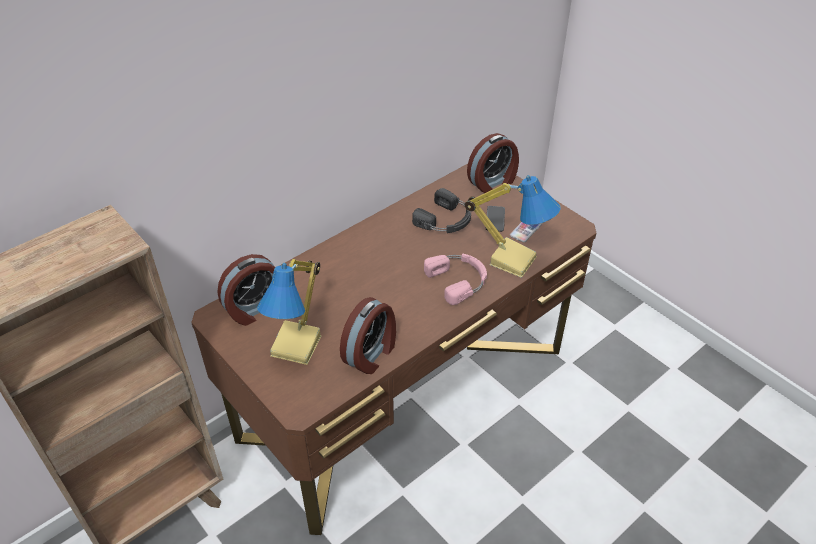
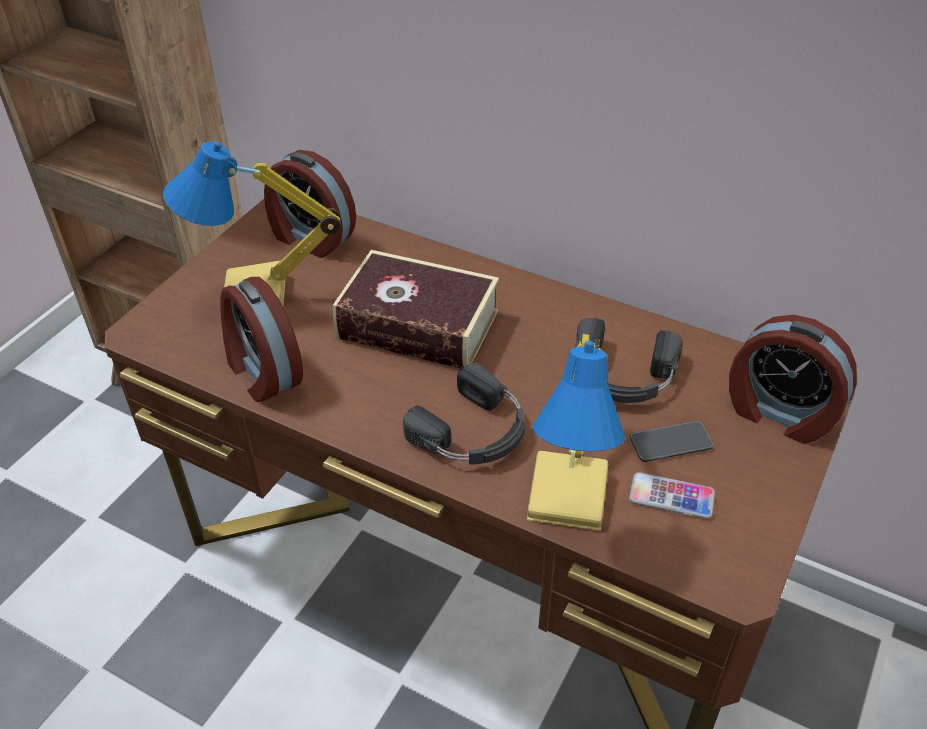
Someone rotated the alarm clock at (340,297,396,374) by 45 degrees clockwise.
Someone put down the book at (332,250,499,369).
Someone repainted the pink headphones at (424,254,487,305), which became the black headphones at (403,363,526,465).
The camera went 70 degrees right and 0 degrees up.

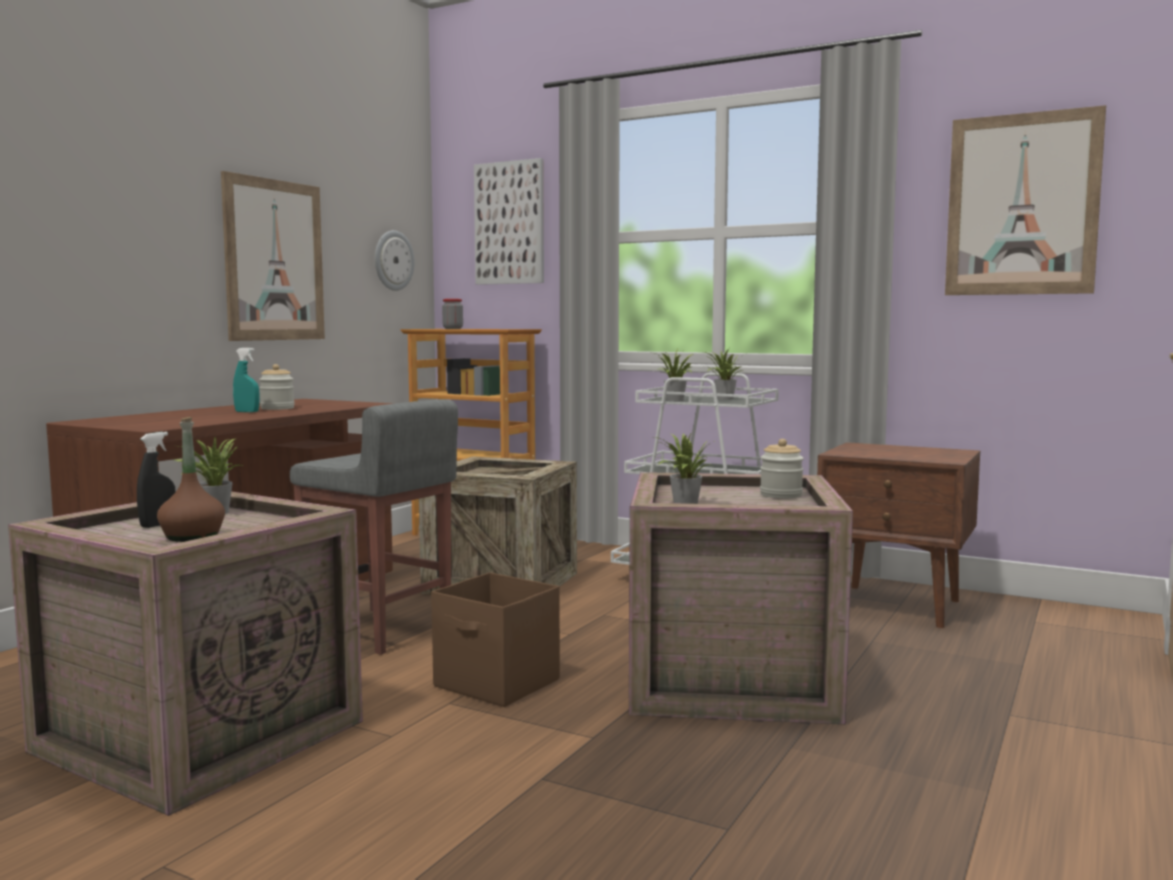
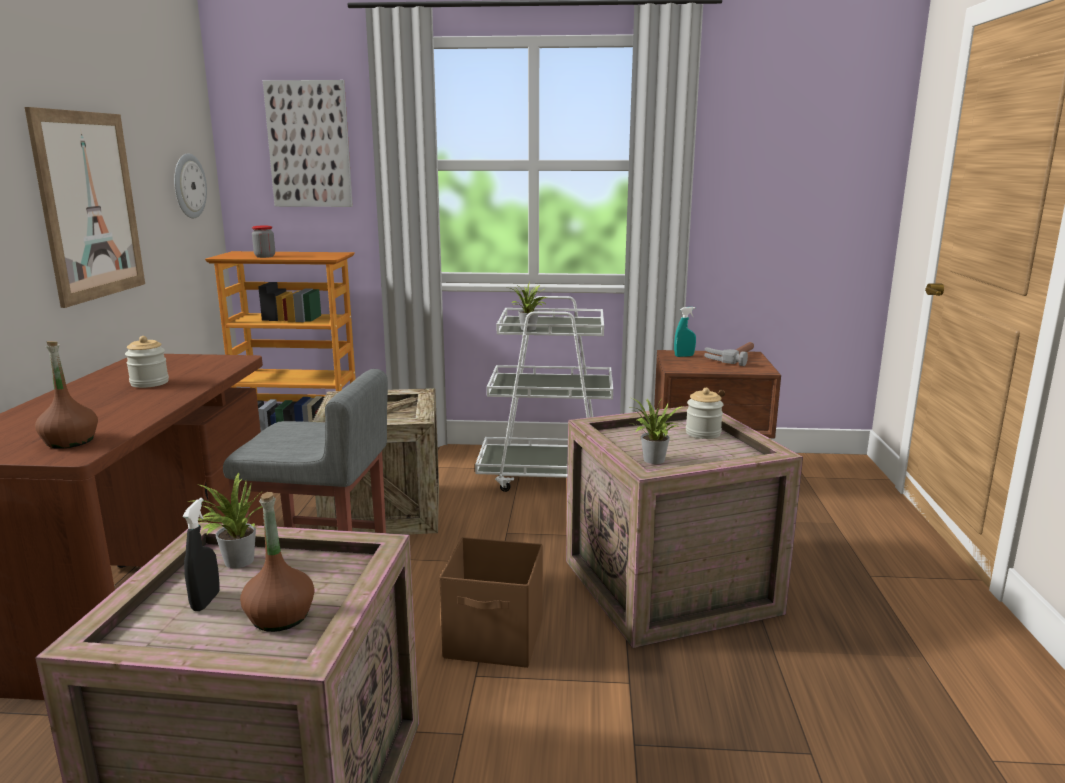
Someone put down the brown bottle at (35,341,98,449).
Someone carried the turquoise spray bottle from (233,348,260,412) to (674,307,696,357).
Someone put down the hammer at (704,342,754,366).
Someone took away the potted plant at (703,349,744,400).
Someone took away the picture at (945,105,1106,295).
The camera went 25 degrees left and 10 degrees up.

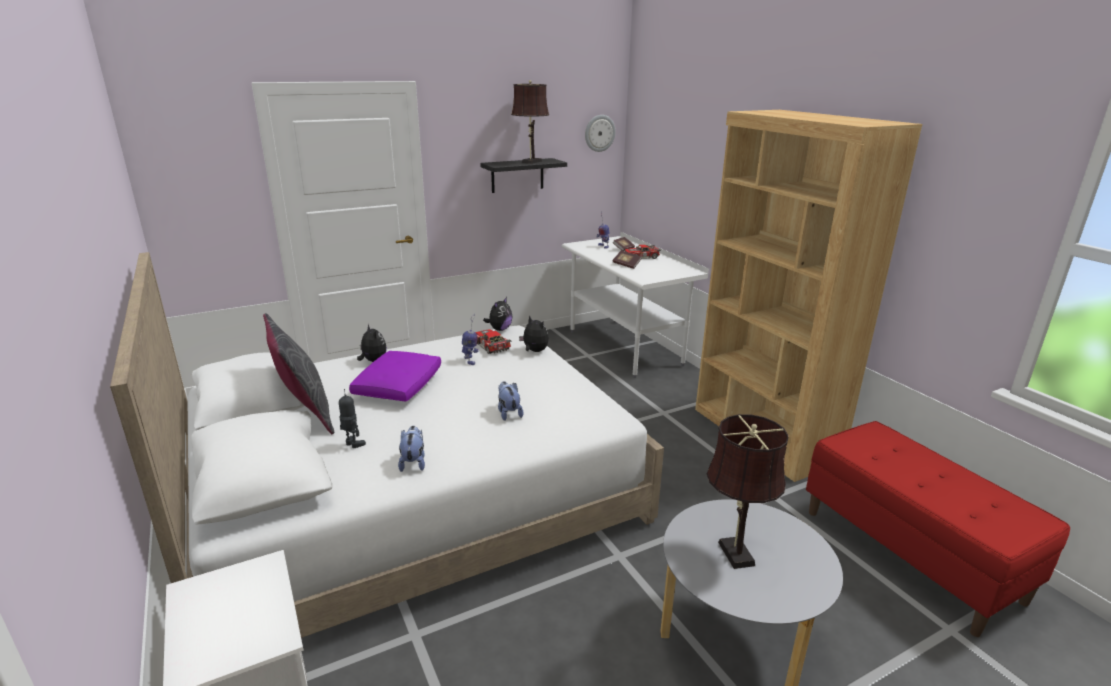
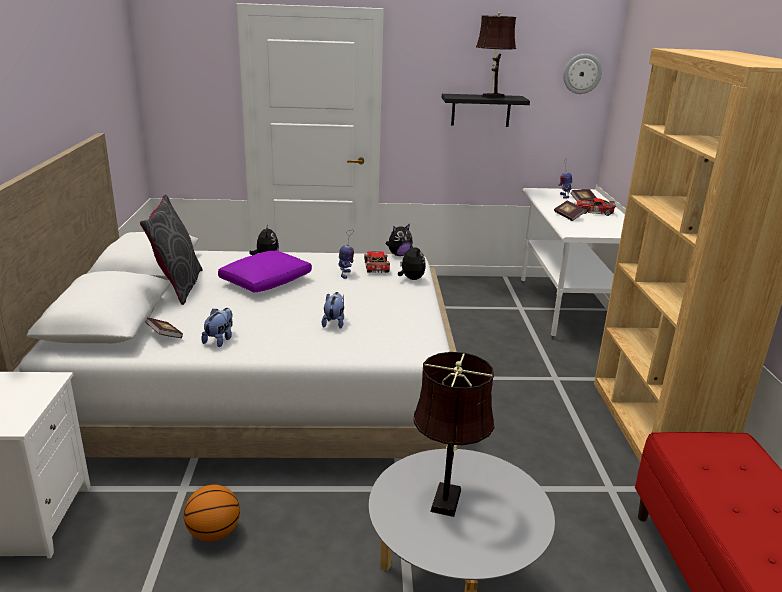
Someone put down the book at (145,317,183,338).
Someone put down the basketball at (184,485,240,542).
Someone took away the toy robot at (339,389,366,448).
The camera went 25 degrees right and 0 degrees up.

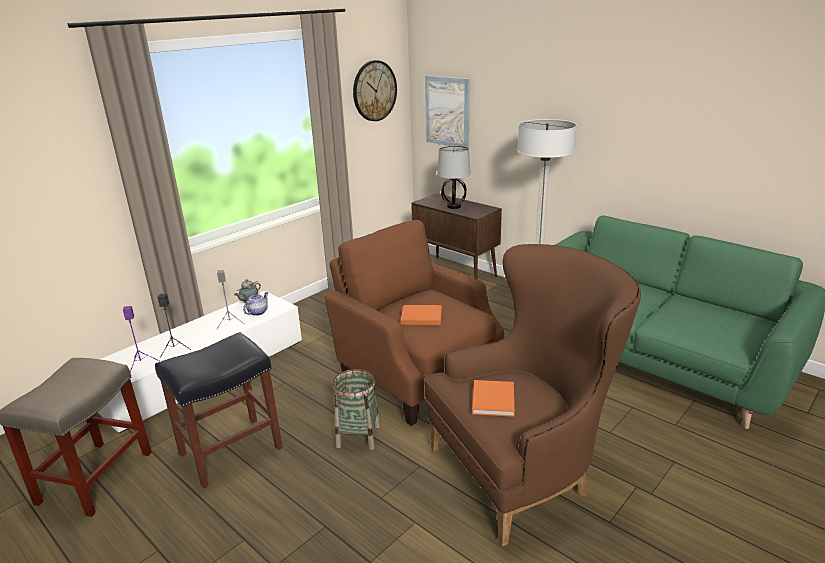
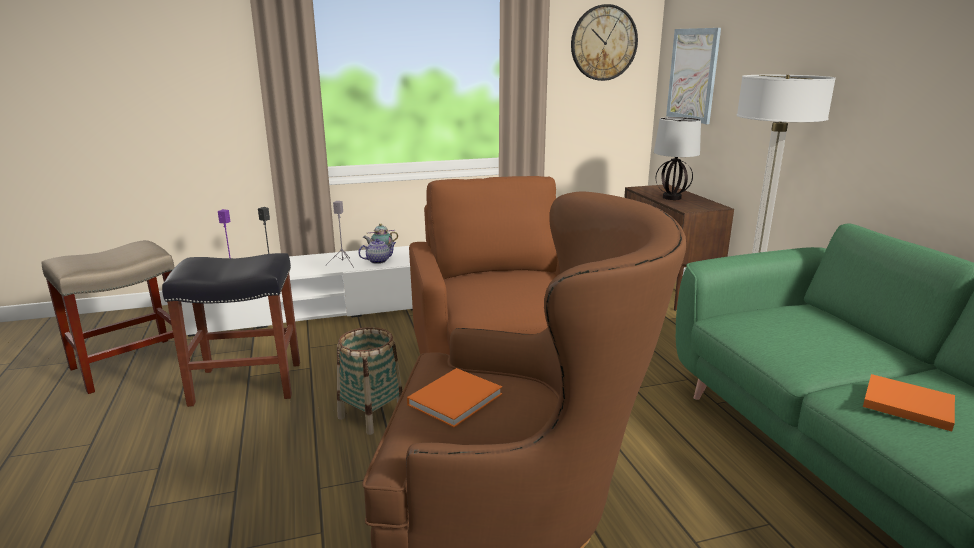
Someone carried the orange book from (401,305,442,325) to (863,374,955,432).
The camera went 30 degrees right and 5 degrees down.

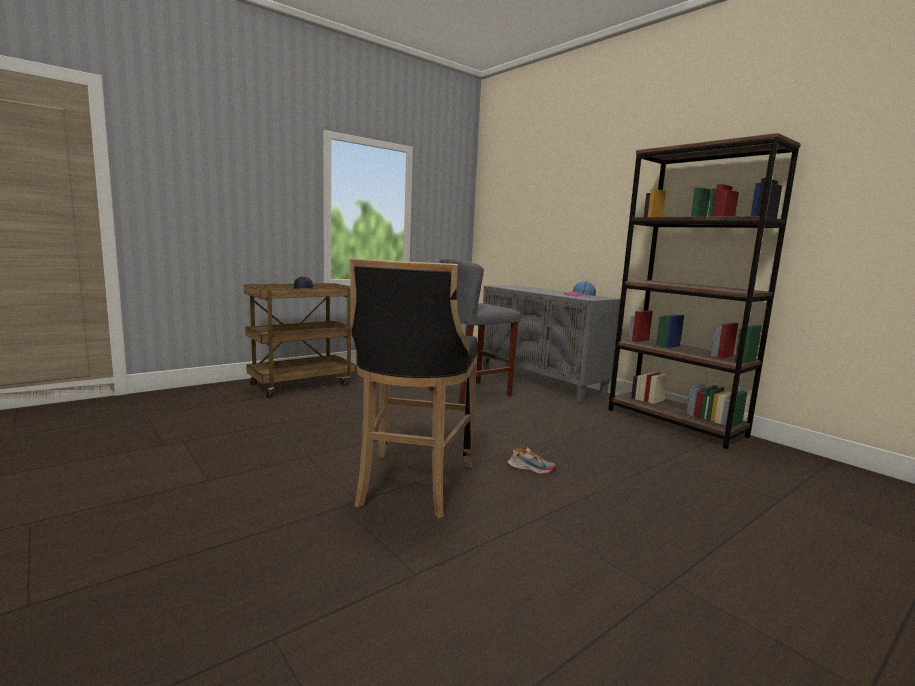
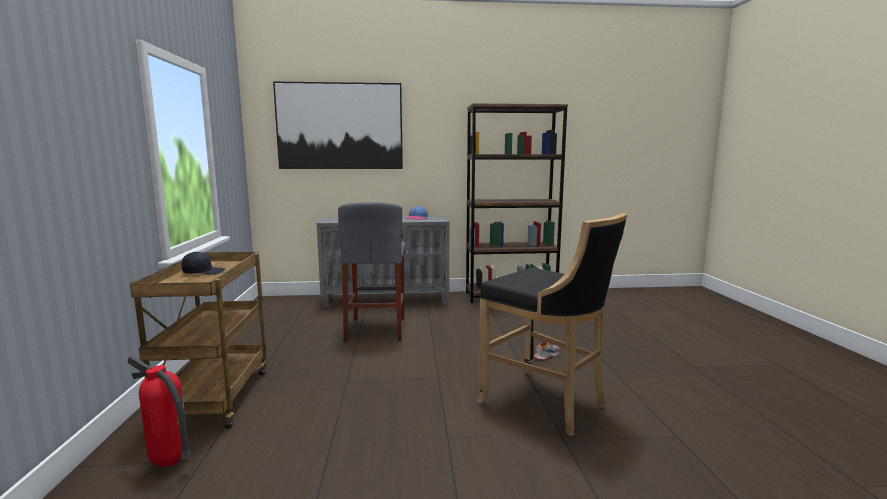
Someone put down the fire extinguisher at (127,356,192,467).
Someone put up the picture at (273,81,403,169).
The camera went 55 degrees left and 0 degrees up.

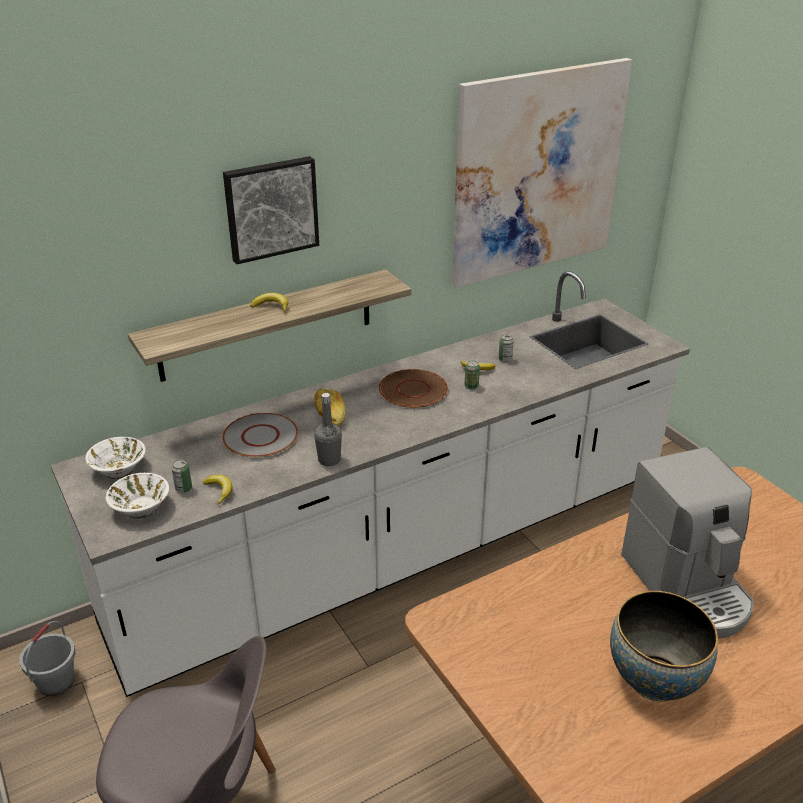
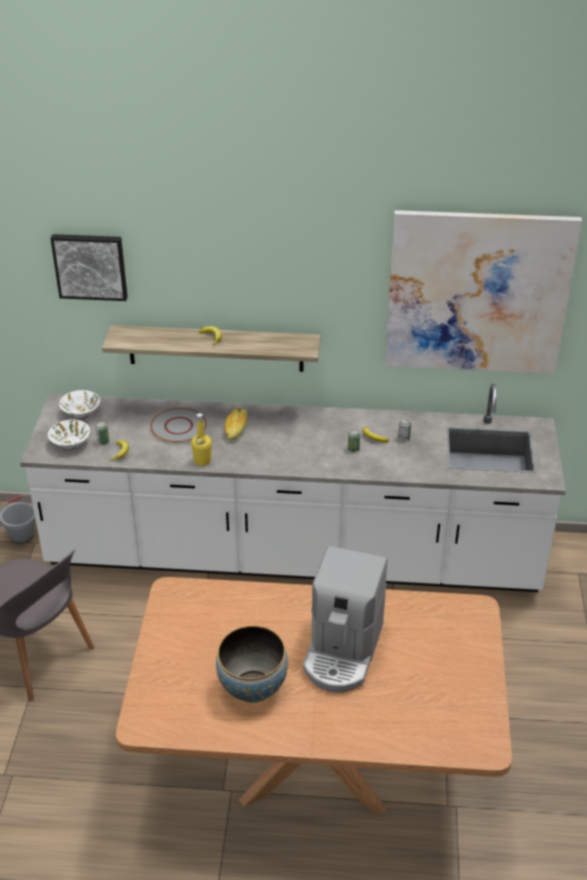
Someone carried the picture from (223,156,319,264) to (50,234,128,301).
Someone repainted the grey bottle at (314,393,342,466), which became the yellow bottle at (191,413,212,466).
Someone took away the brown plate at (378,369,448,408).
The camera went 35 degrees right and 5 degrees up.

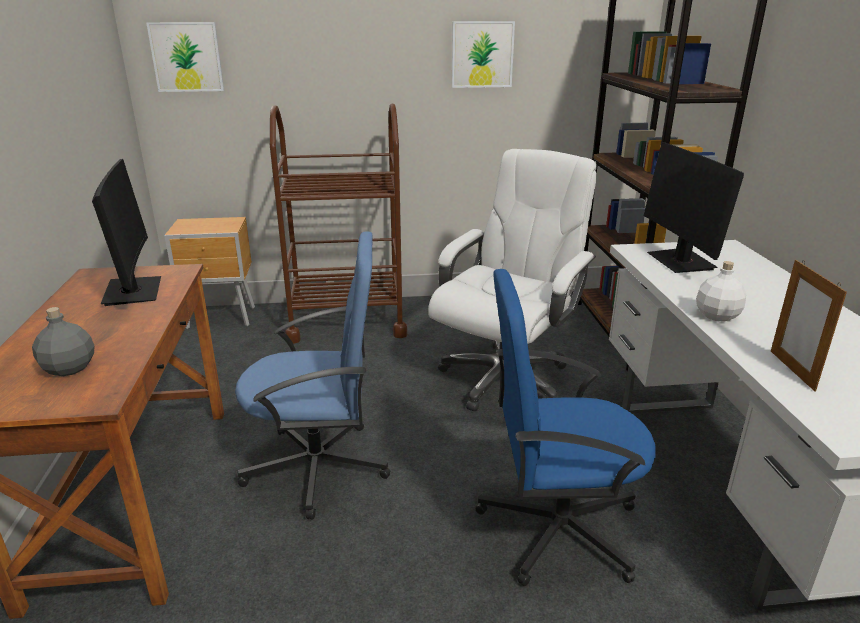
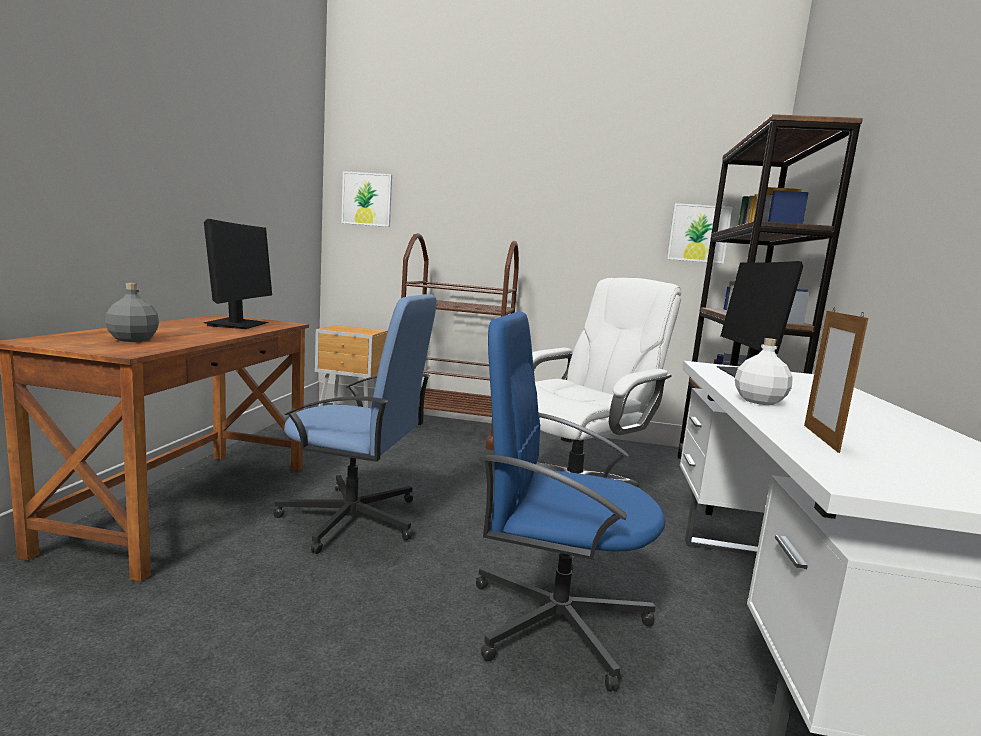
Someone carried the picture from (452,21,515,88) to (667,203,733,264).
The camera went 15 degrees right and 15 degrees down.

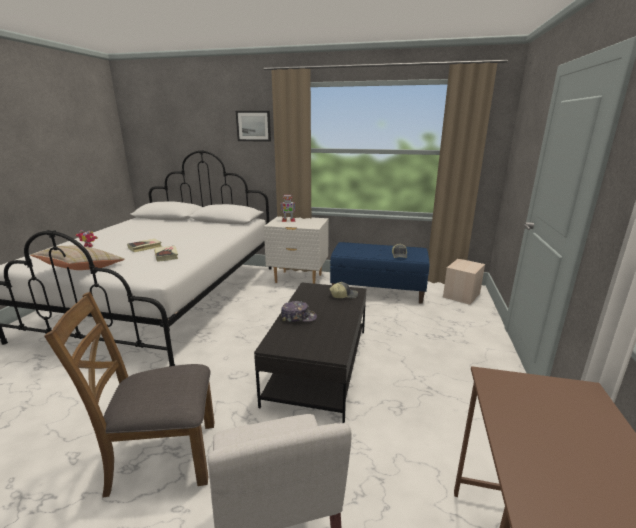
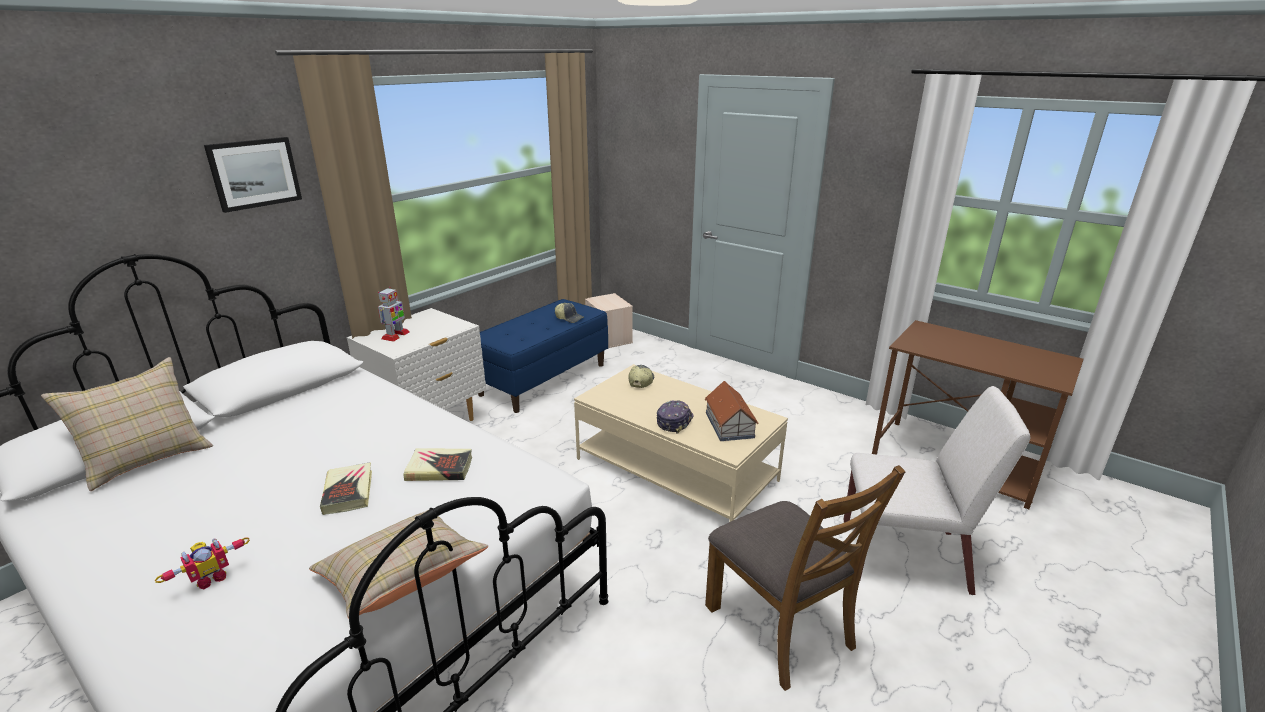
Someone put down the beige pillow at (41,357,213,492).
Someone repainted the black coffee table at (254,282,367,423), which became the beige coffee table at (574,364,788,522).
Someone put down the toy house at (705,381,759,441).
Someone rotated the brown chair at (44,292,214,498) by 45 degrees counterclockwise.
The camera went 65 degrees left and 5 degrees up.

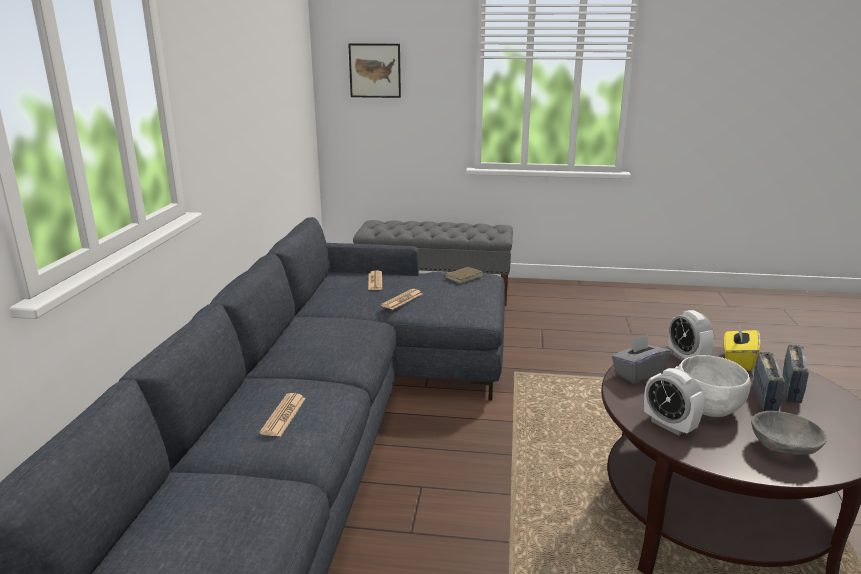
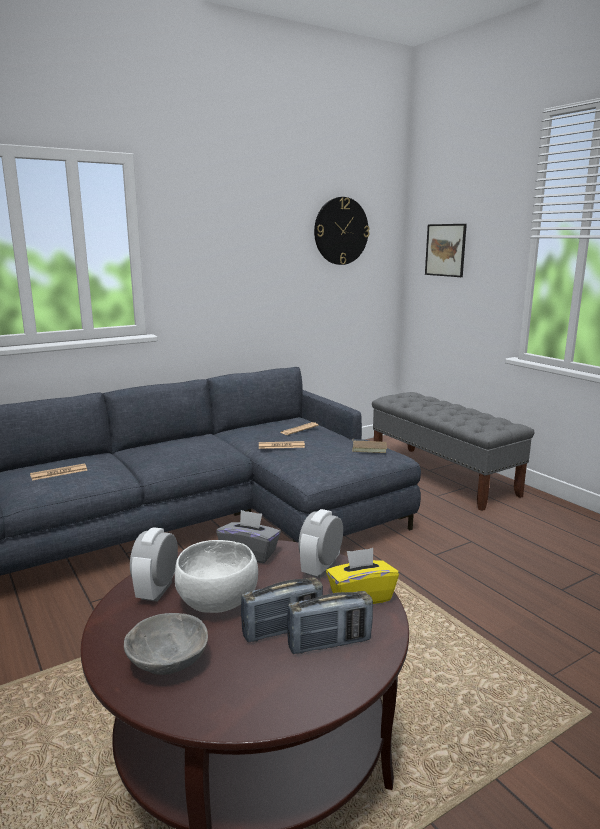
Someone put up the wall clock at (314,197,369,265).
The camera went 50 degrees right and 5 degrees down.

